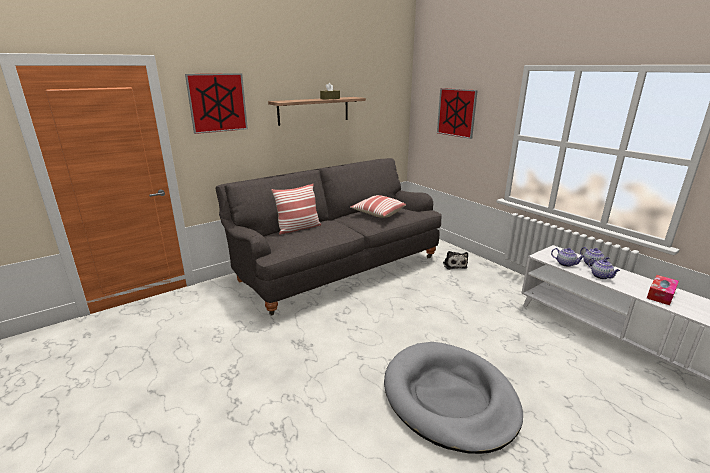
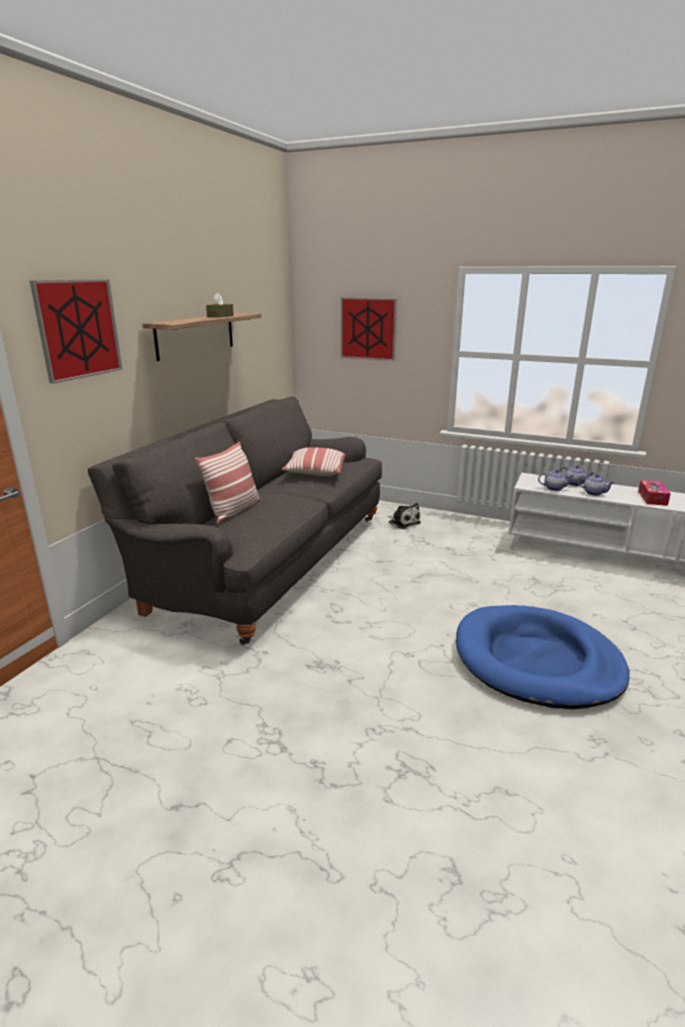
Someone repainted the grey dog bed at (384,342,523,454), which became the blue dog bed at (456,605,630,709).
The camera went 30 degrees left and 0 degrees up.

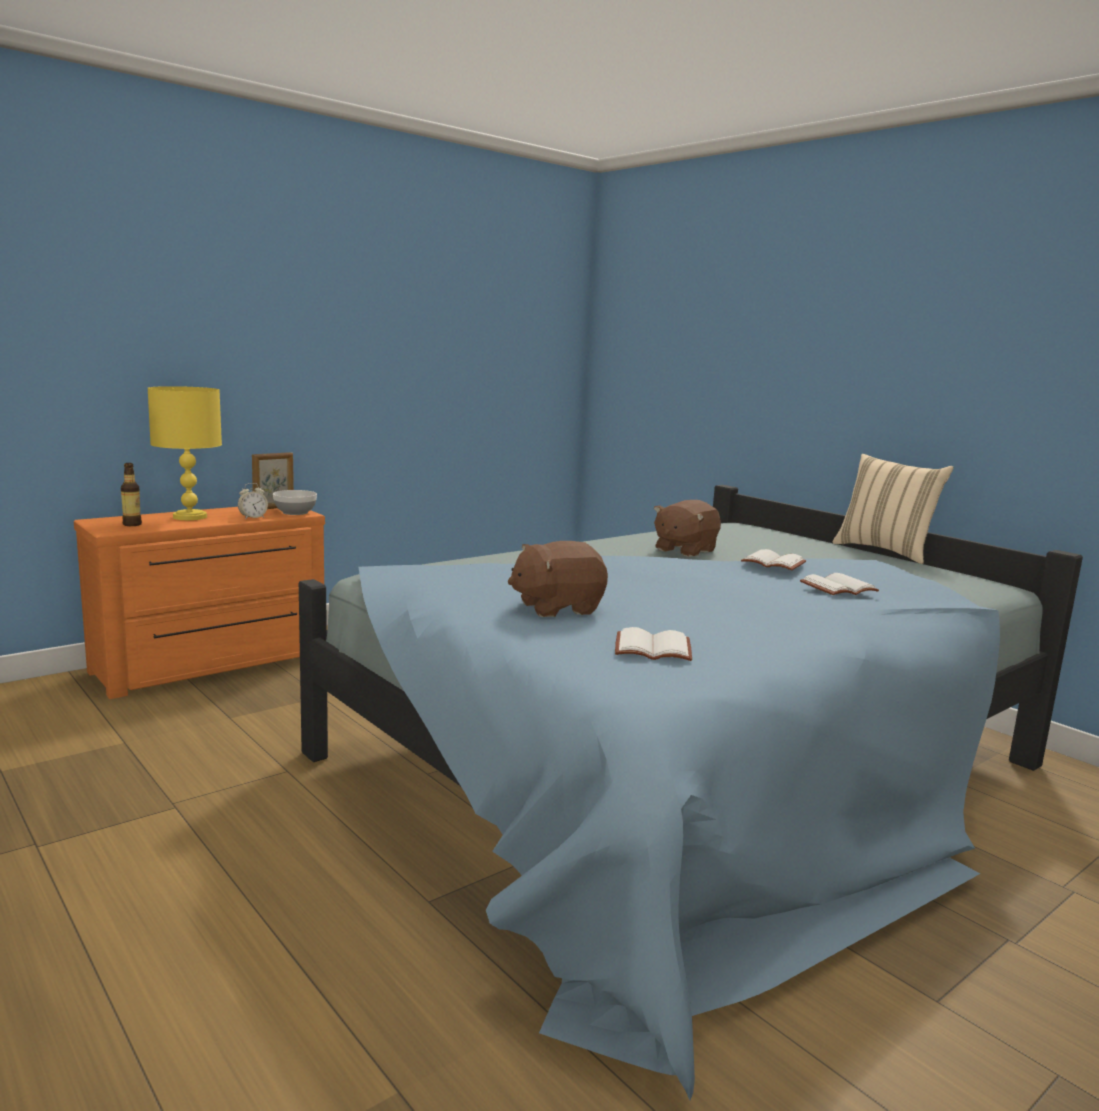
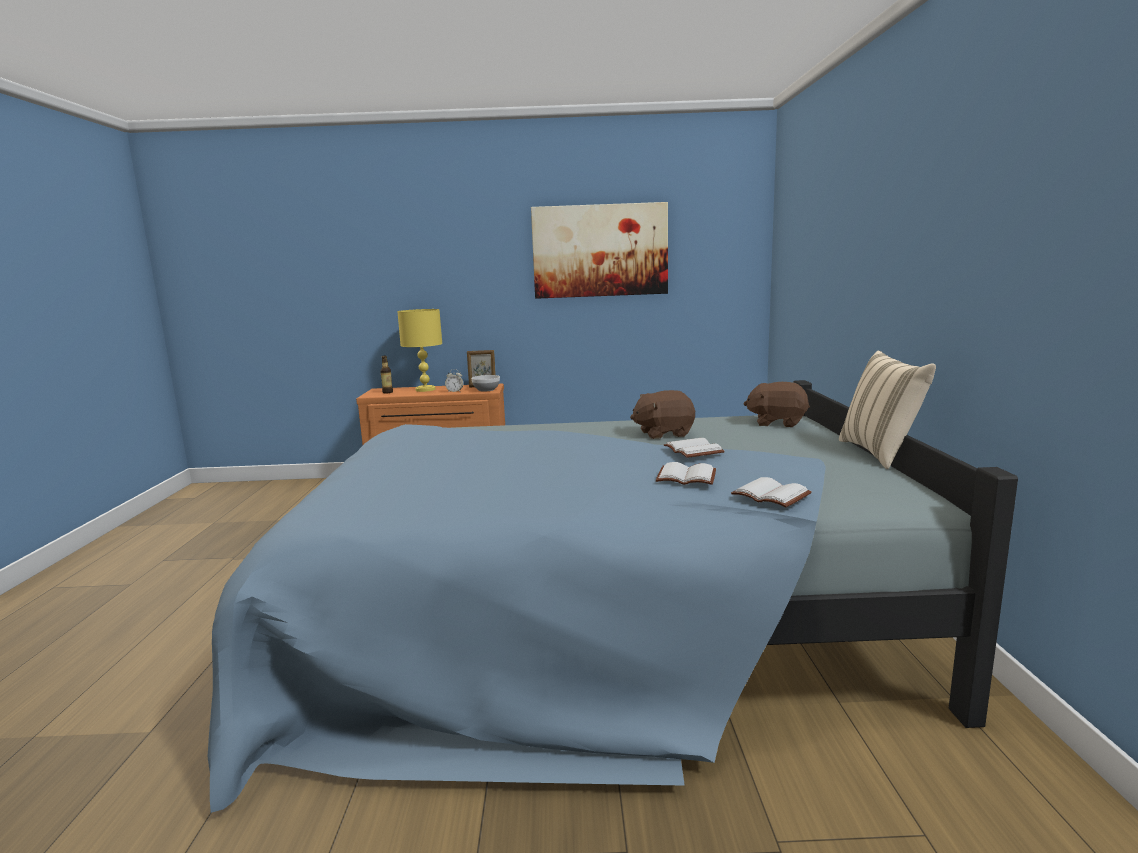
Someone put up the picture at (531,202,668,299).
Someone carried the white book from (615,627,692,661) to (731,477,812,507).
Someone carried the brown plush toy from (508,541,608,617) to (743,382,810,427).
The camera went 40 degrees right and 0 degrees up.

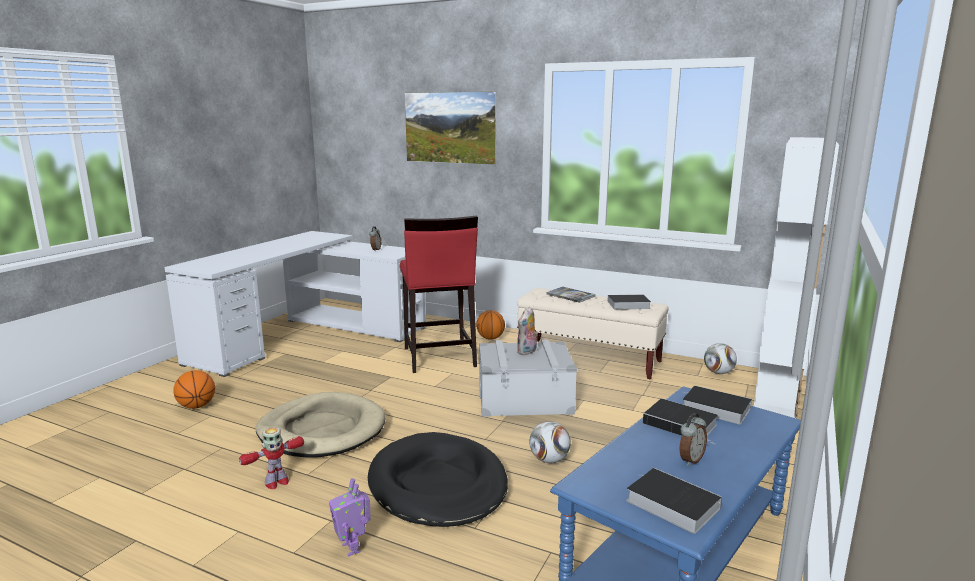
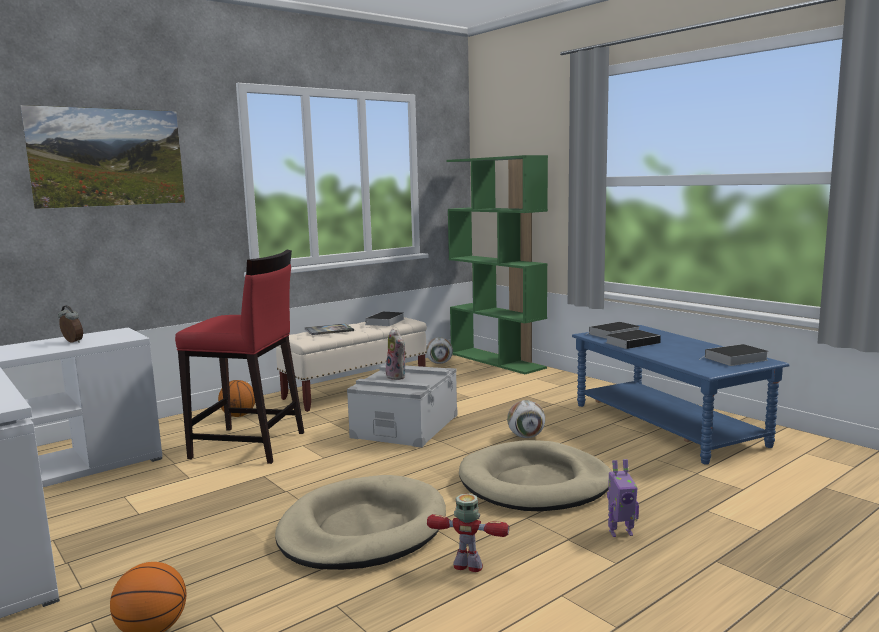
Someone rotated the toy robot at (239,427,304,489) by 60 degrees counterclockwise.
Someone repainted the white bookcase at (754,137,839,419), which became the green bookcase at (447,155,548,374).
Someone repainted the black dog bed at (368,432,508,527), which became the beige dog bed at (459,440,612,511).
Someone took away the alarm clock at (680,413,707,466).
The camera went 65 degrees left and 5 degrees down.

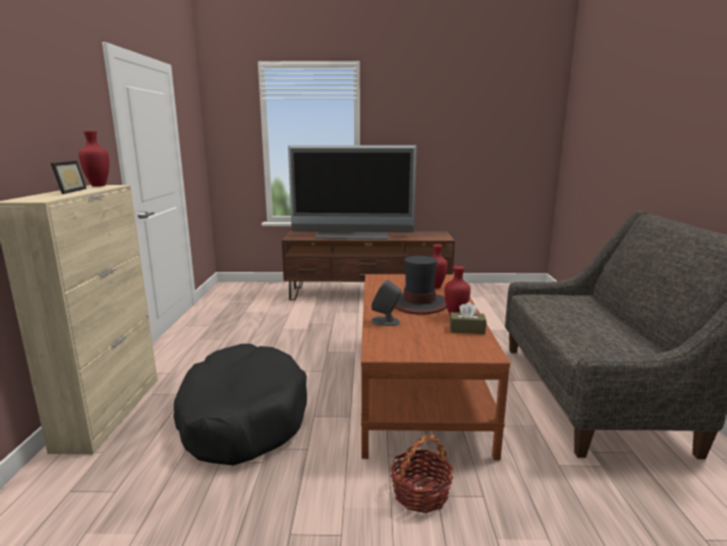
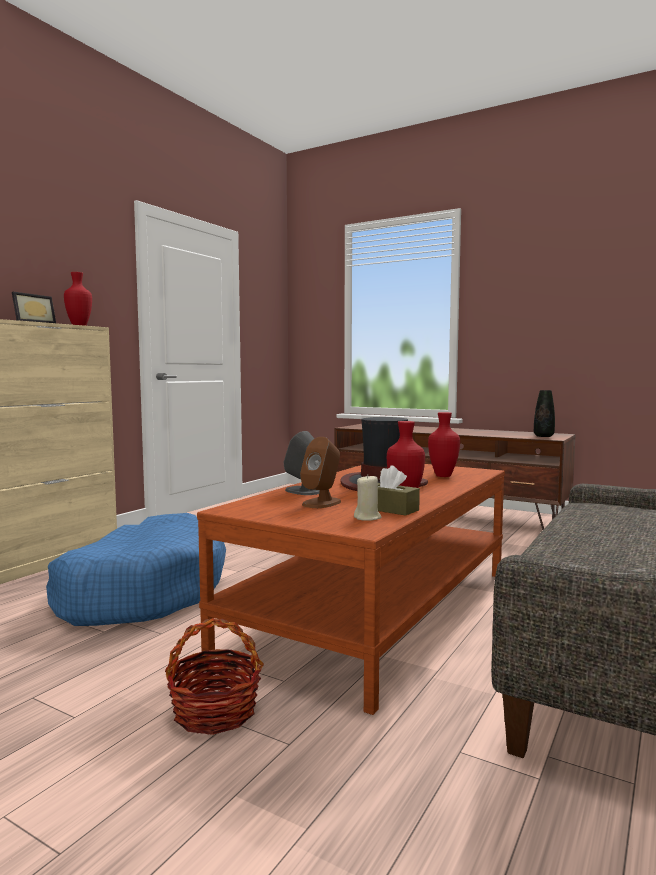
Someone repainted the black dog bed at (173,344,307,466), which became the blue dog bed at (46,513,226,626).
Someone put down the brown speaker at (300,437,341,508).
Someone put down the beige candle at (354,474,382,521).
Someone put down the black vase at (534,390,555,437).
Someone took away the television at (288,145,417,239).
The camera went 30 degrees right and 10 degrees down.

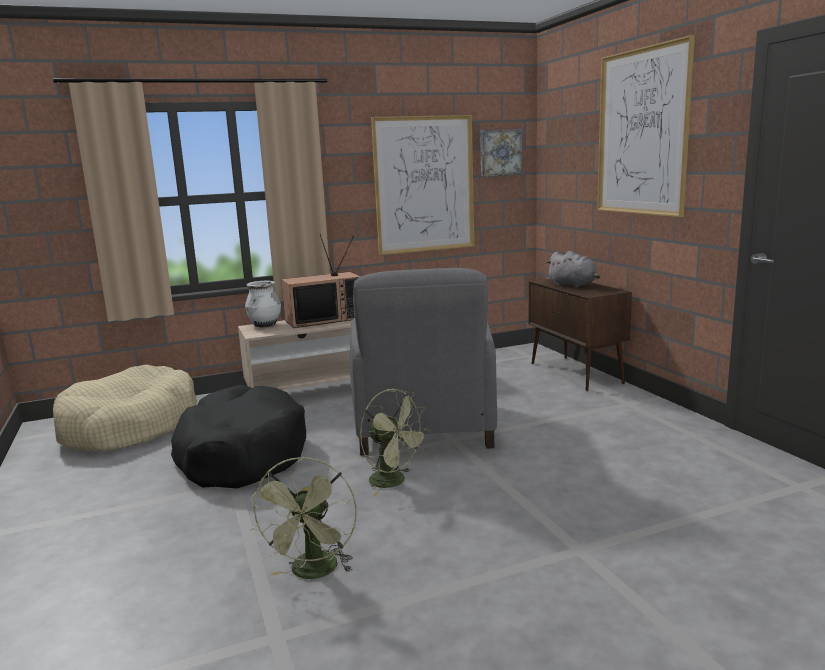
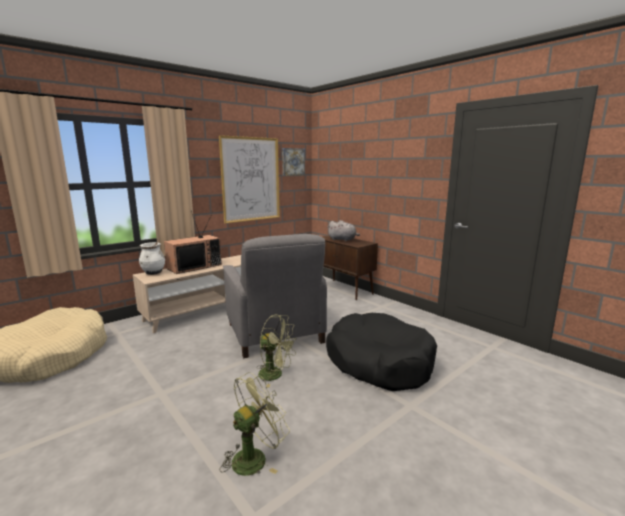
Someone rotated the green fan at (250,457,357,579) by 120 degrees counterclockwise.
Someone carried the black dog bed from (171,385,306,488) to (326,313,437,391).
Someone took away the picture at (597,35,695,217).
The camera went 20 degrees left and 0 degrees up.

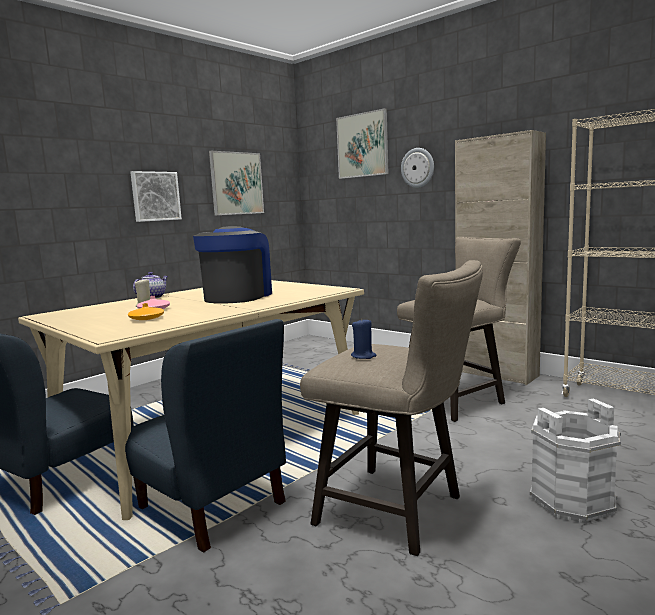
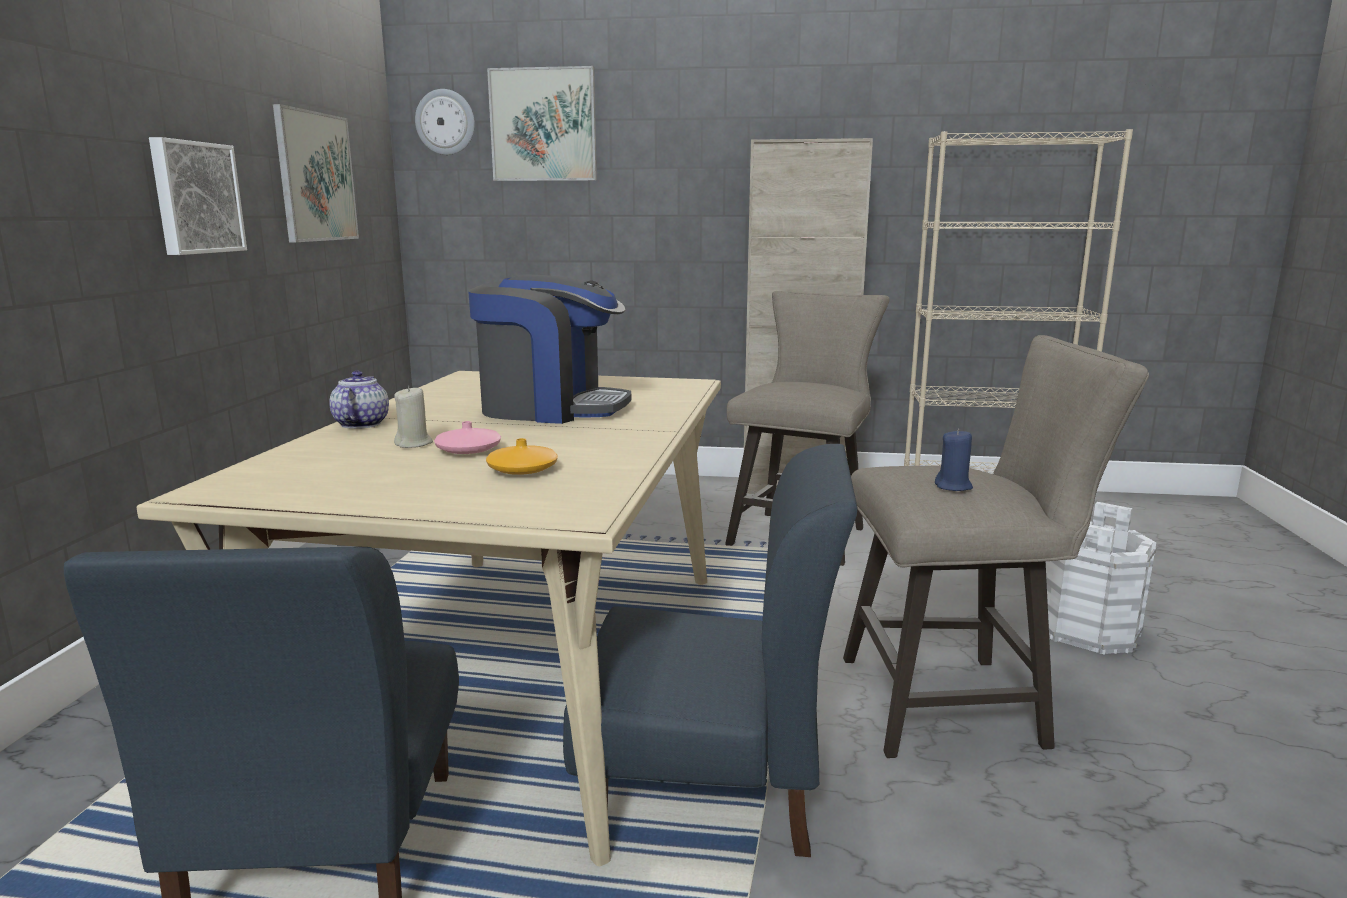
Someone carried the wall clock from (401,148,434,188) to (415,89,475,155).
Someone rotated the coffee machine at (193,226,272,304) by 120 degrees clockwise.
The camera went 35 degrees left and 5 degrees up.

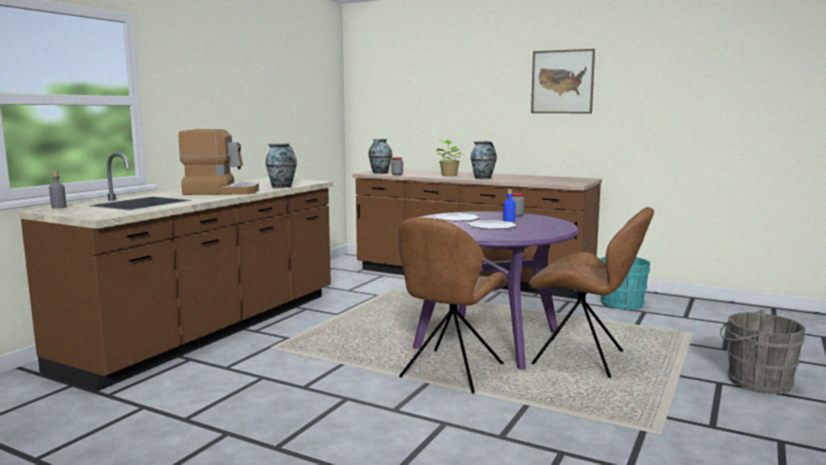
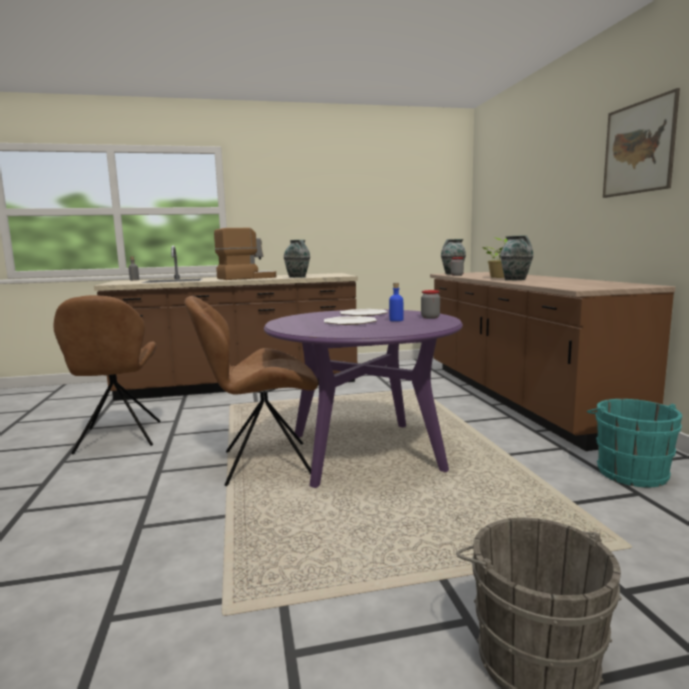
Someone carried the brown chair from (529,207,654,378) to (54,295,161,454).
Someone rotated the coffee machine at (179,129,259,195) by 75 degrees counterclockwise.
The camera went 50 degrees right and 0 degrees up.

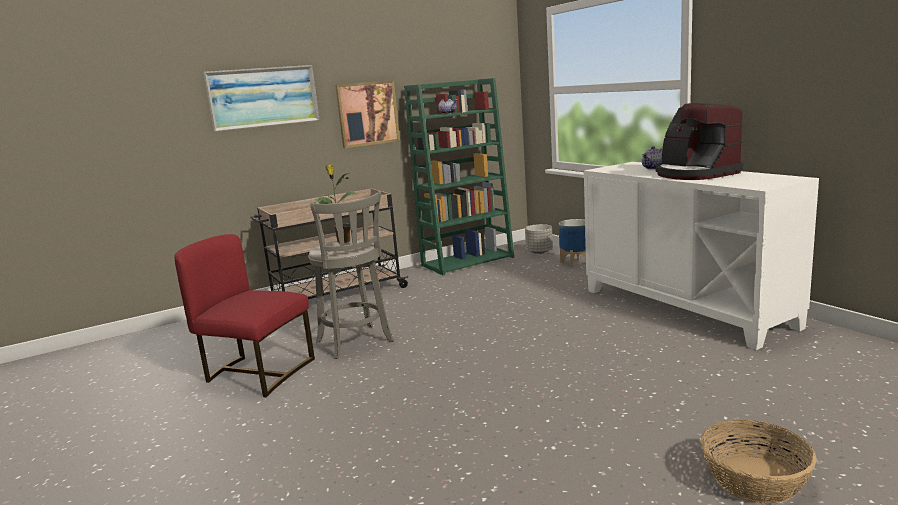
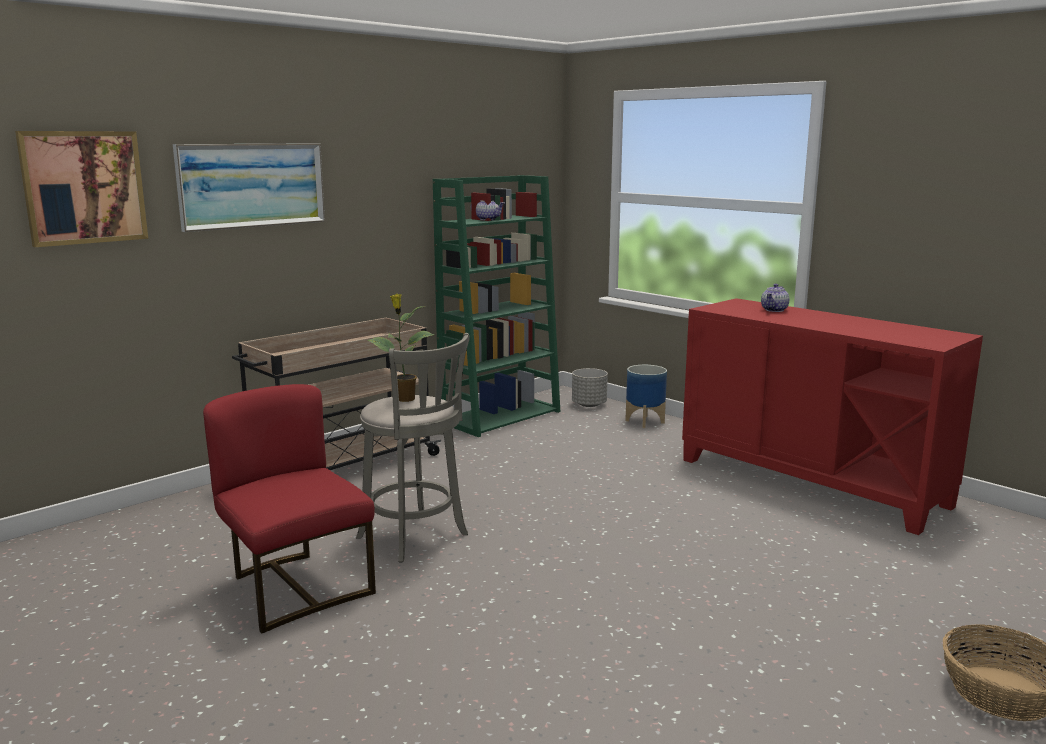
Someone carried the picture from (335,80,400,148) to (15,131,148,247).
Someone rotated the red chair at (174,234,315,397) by 45 degrees clockwise.
Someone repainted the white cabinet at (584,162,819,350), which became the red cabinet at (682,298,983,535).
Someone took away the coffee machine at (655,103,743,180).
The camera went 15 degrees left and 0 degrees up.

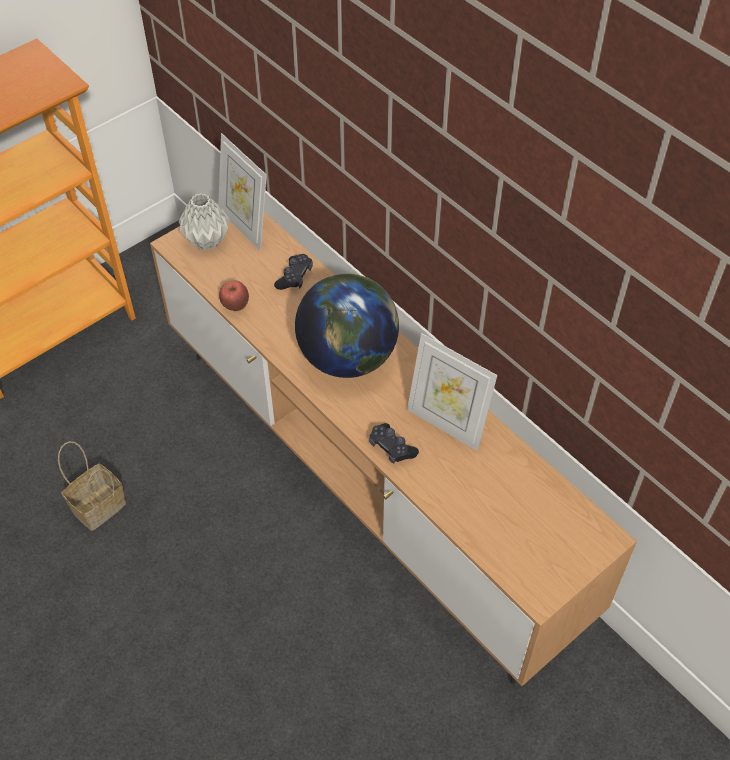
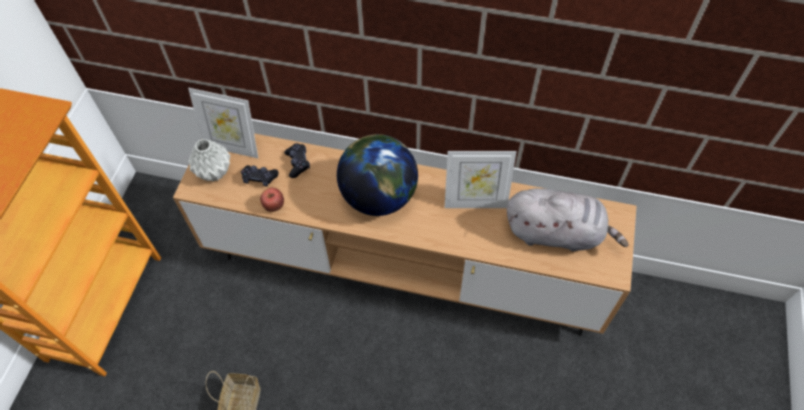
Someone carried the black game controller from (369,423,419,464) to (241,165,278,186).
Someone put down the grey plush toy at (507,188,628,252).
The camera went 35 degrees left and 5 degrees up.

